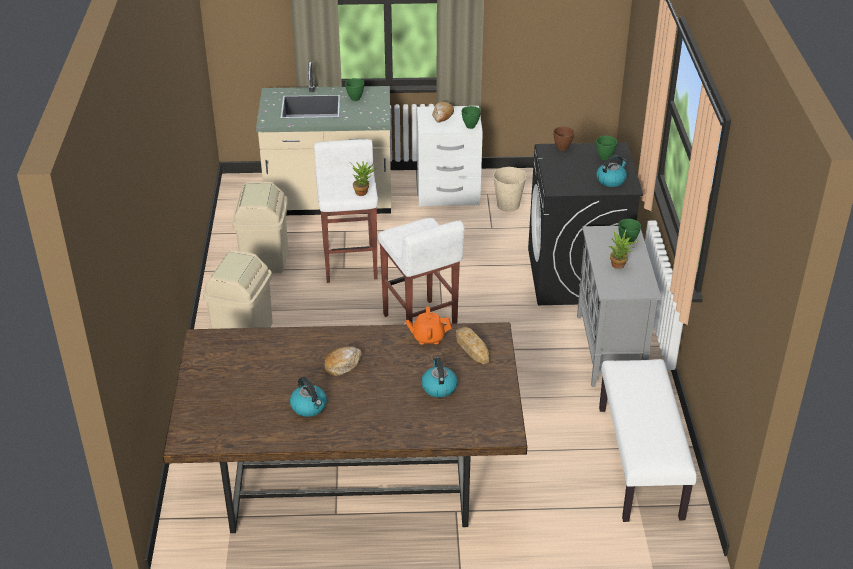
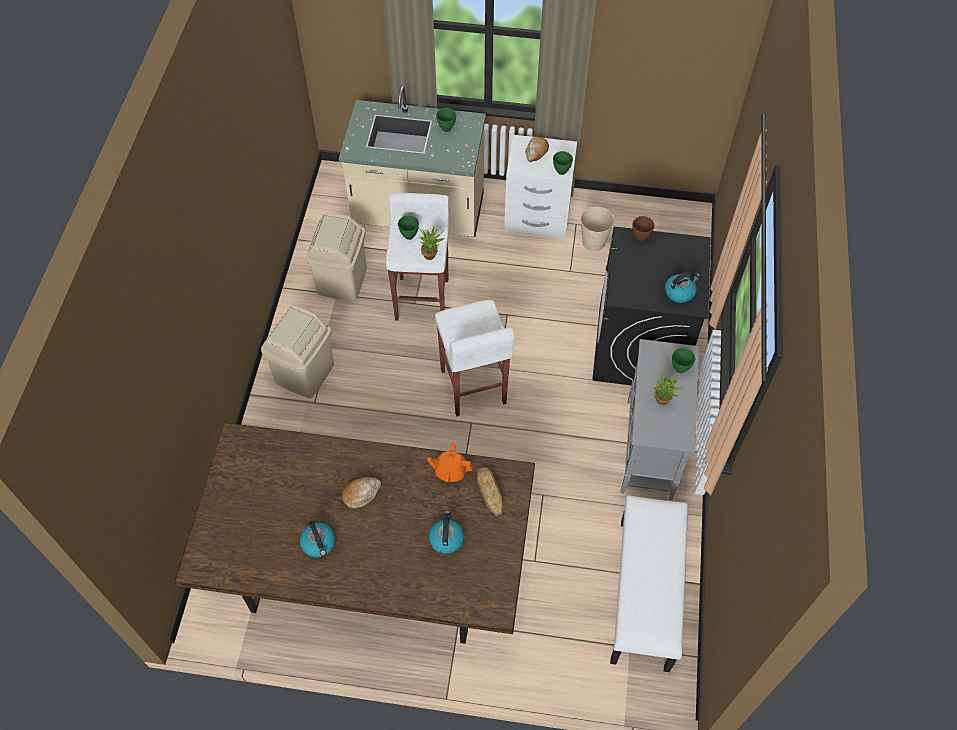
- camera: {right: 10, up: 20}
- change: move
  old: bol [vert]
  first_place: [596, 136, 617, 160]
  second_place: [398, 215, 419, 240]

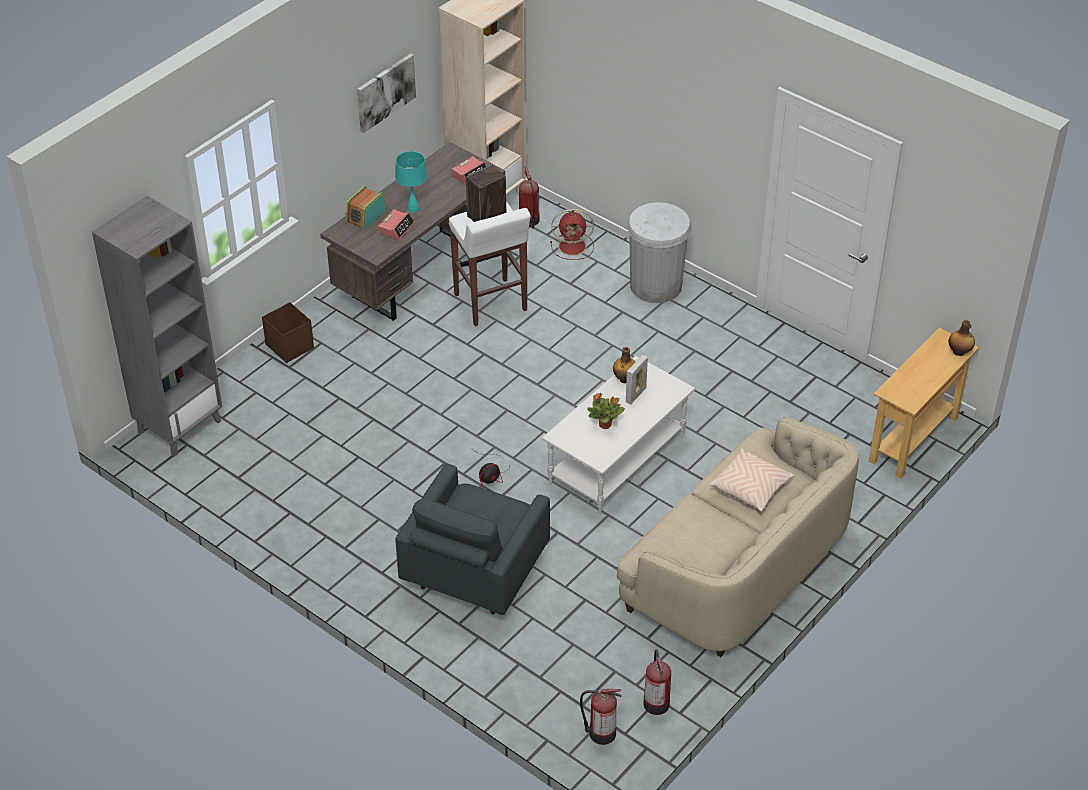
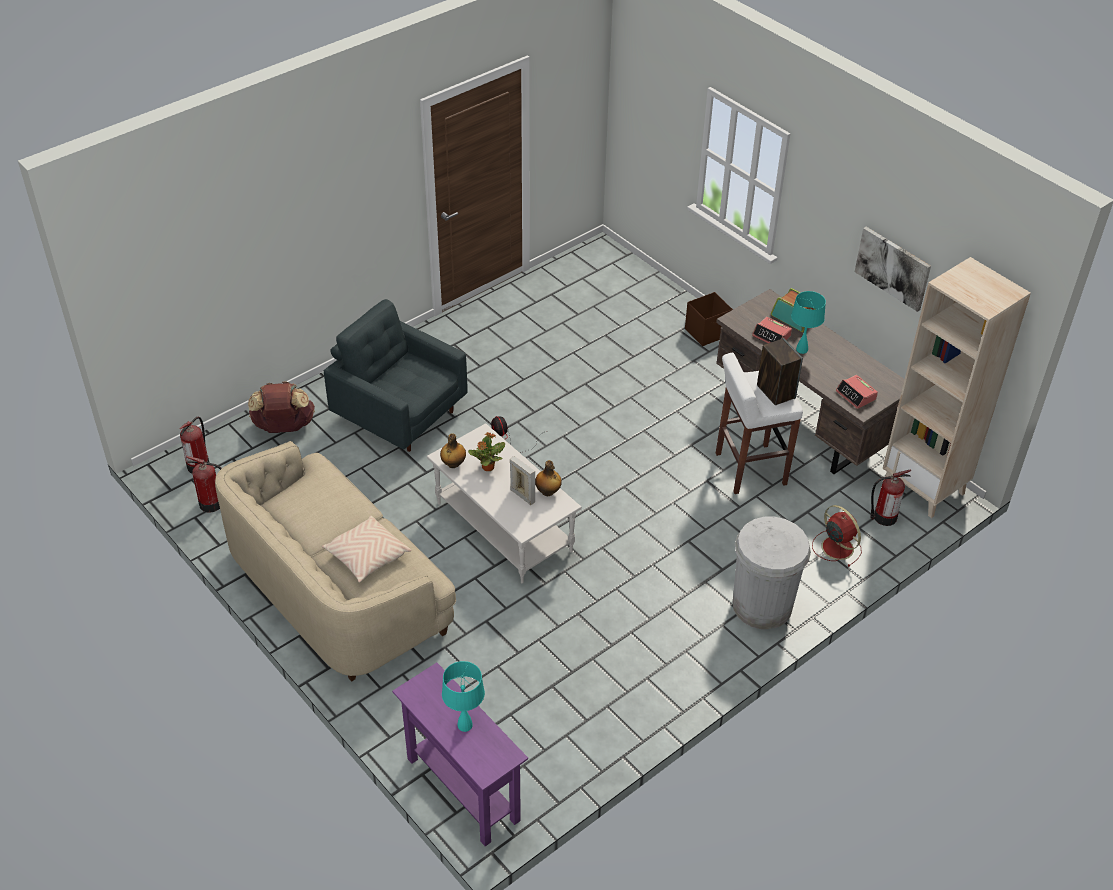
- camera: {right: 100, up: 0}
- change: delete
  old: bibliothèque [gris]
  first_place: [92, 196, 222, 457]
- change: rotate
  old: ventilateur [rouge]
  first_place: [550, 209, 594, 260]
  second_place: [812, 505, 862, 567]
  degrees: 135
- change: move
  old: bouteille
  first_place: [948, 320, 975, 356]
  second_place: [440, 433, 466, 468]
- change: recolor
  old: table console [beige]
  new: table console [violet]
  first_place: [869, 327, 979, 479]
  second_place: [392, 663, 528, 846]
- change: insert
  new: sac à dos [marron]
  second_place: [248, 381, 315, 433]
- change: insert
  new: lampe de table [turquoise]
  second_place: [442, 661, 485, 732]

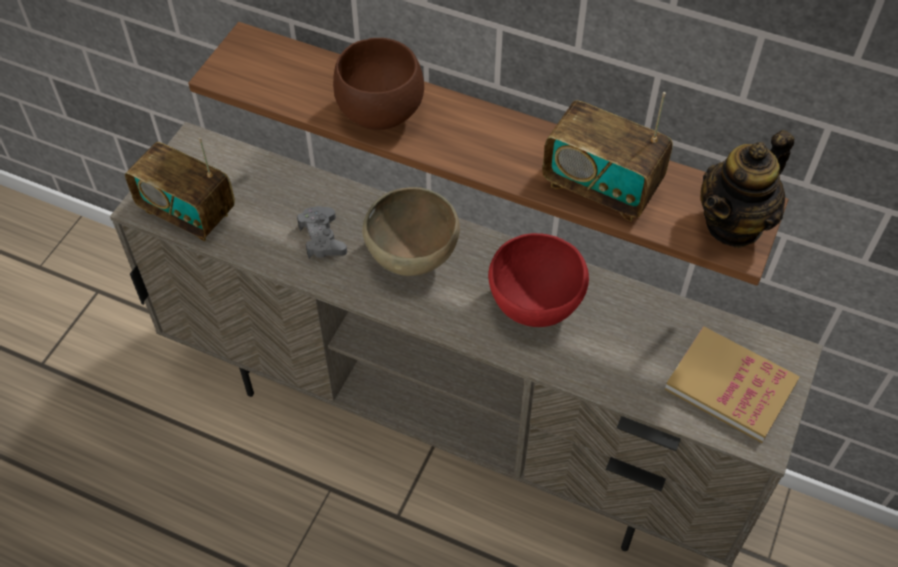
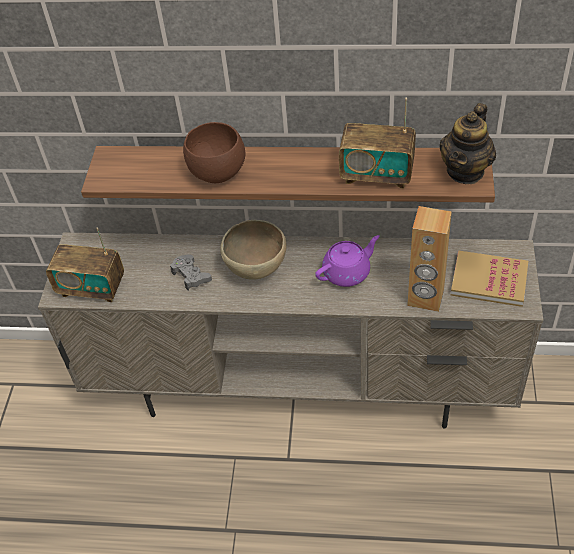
- camera: {right: -15, up: -5}
- change: replace
  old: bol [rouge]
  new: théière [violet]
  first_place: [488, 233, 589, 327]
  second_place: [315, 235, 380, 287]
- change: insert
  new: enceinte [marron]
  second_place: [407, 206, 452, 312]

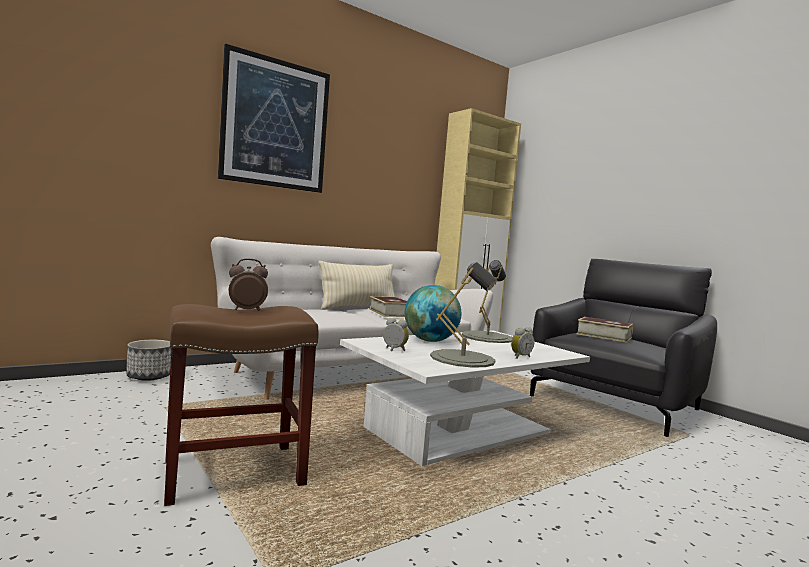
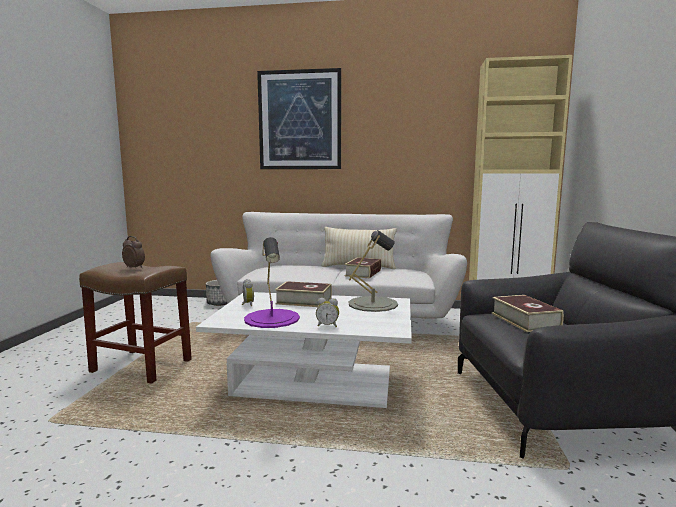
- camera: {right: 45, up: 5}
- change: recolor
  old: lampe de table [gris]
  new: lampe de table [violet]
  first_place: [430, 262, 498, 368]
  second_place: [244, 237, 300, 328]
- change: replace
  old: globe
  new: livre
  first_place: [405, 285, 461, 342]
  second_place: [275, 281, 332, 307]

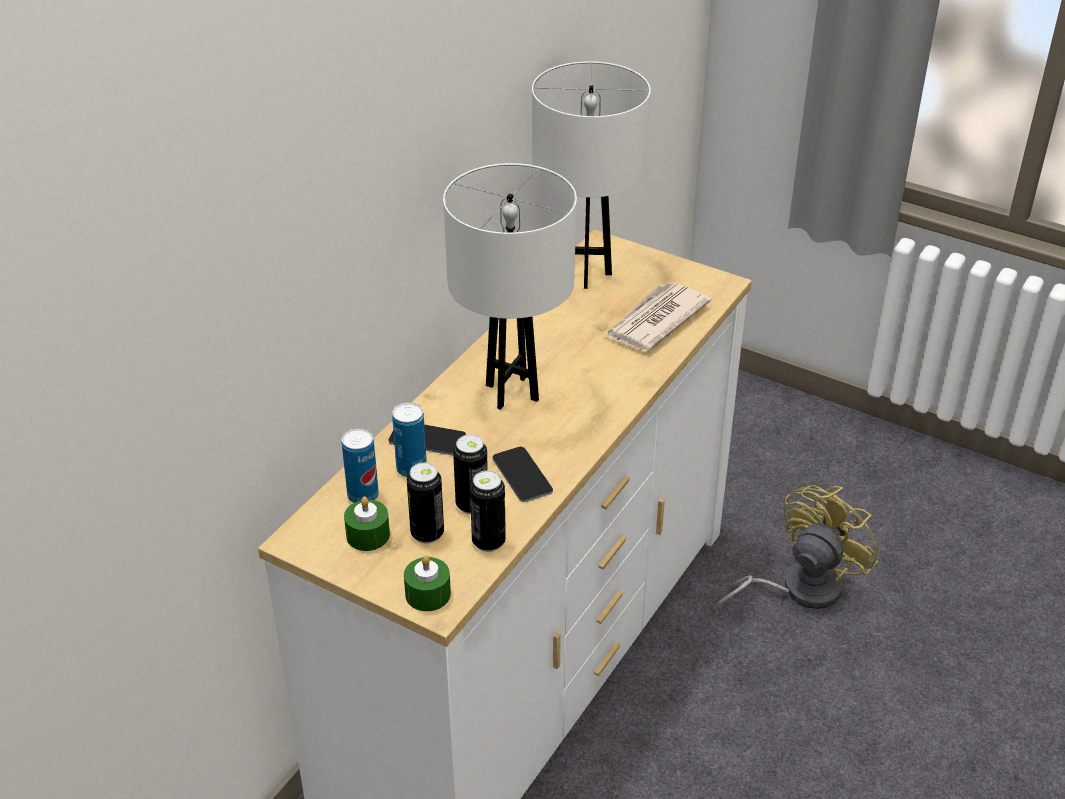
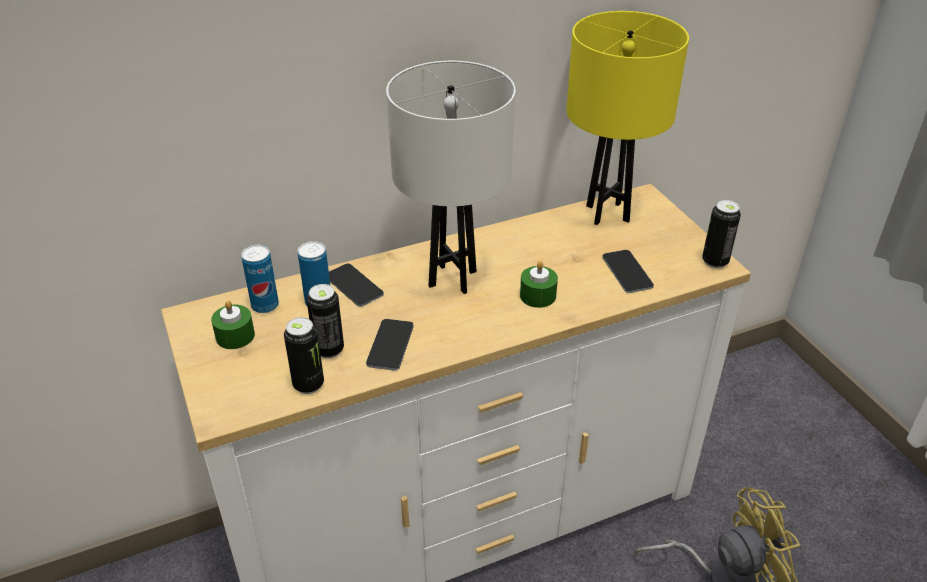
- camera: {right: 35, up: 0}
- change: recolor
  old: lampe de table [blanc]
  new: lampe de table [jaune]
  first_place: [532, 61, 651, 289]
  second_place: [567, 11, 689, 225]
- change: replace
  old: journal
  new: téléphone
  first_place: [605, 282, 711, 351]
  second_place: [602, 250, 654, 293]
- change: move
  old: boîte métallique
  first_place: [407, 463, 444, 544]
  second_place: [702, 200, 741, 268]
- change: move
  old: bougie [vert]
  first_place: [404, 555, 451, 611]
  second_place: [520, 261, 558, 308]

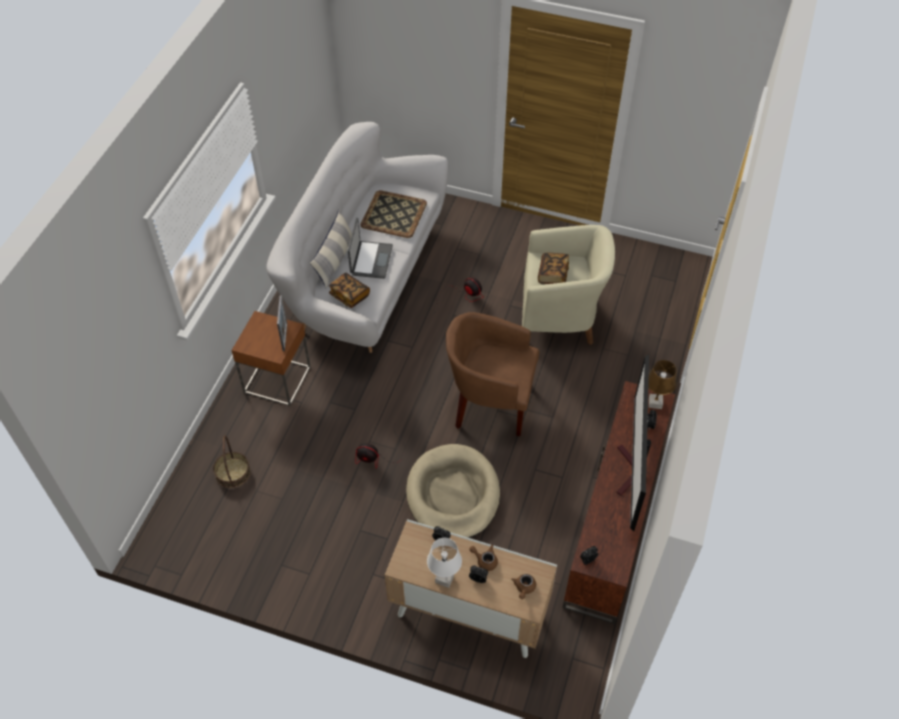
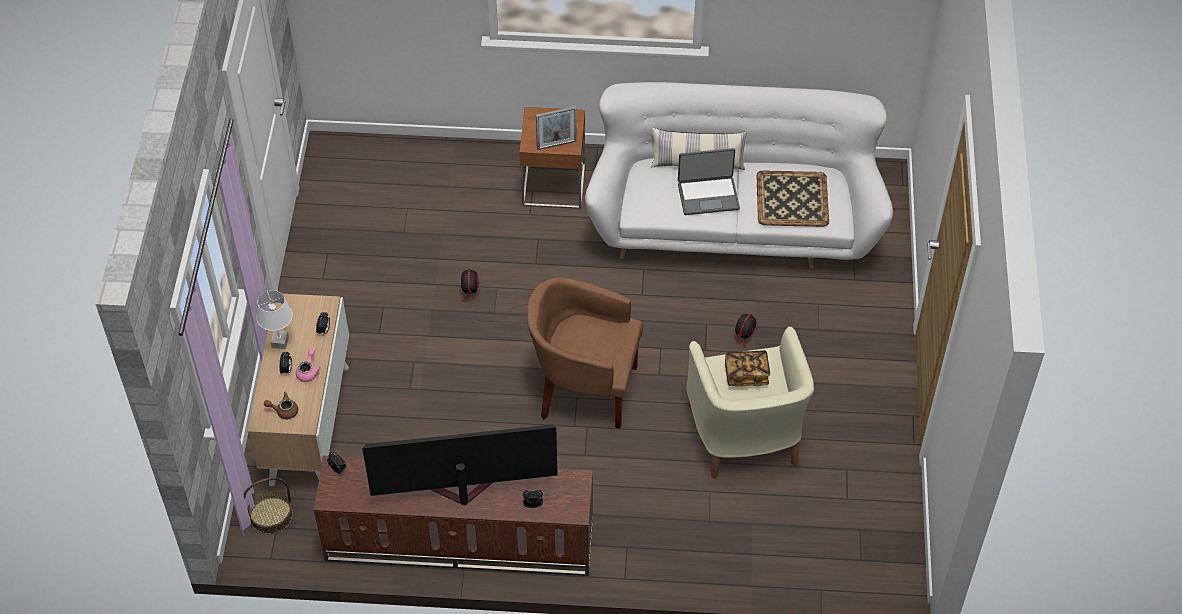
- camera: {right: 75, up: 0}
- change: delete
  old: livre
  first_place: [329, 273, 370, 308]
- change: rotate
  old: fauteuil [marron]
  first_place: [446, 312, 539, 436]
  second_place: [527, 277, 644, 429]
  degrees: -75
- change: delete
  old: lampe de table [marron]
  first_place: [648, 360, 677, 409]
- change: move
  old: panier
  first_place: [213, 435, 251, 488]
  second_place: [243, 477, 293, 534]
- change: delete
  old: panier pour chien [beige]
  first_place: [406, 444, 500, 538]
- change: recolor
  old: théière [marron]
  new: théière [rose]
  first_place: [469, 545, 498, 571]
  second_place: [296, 349, 321, 382]

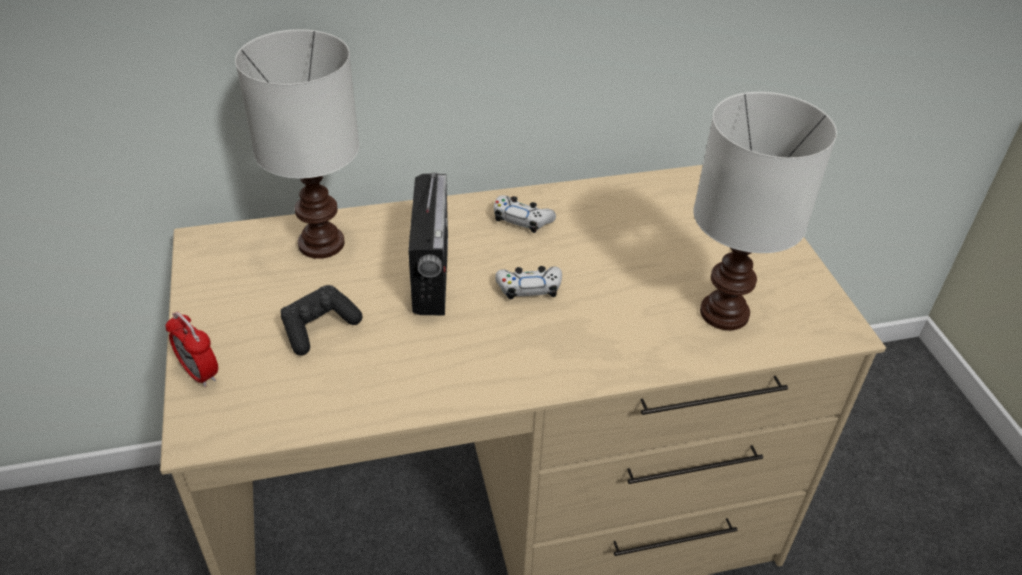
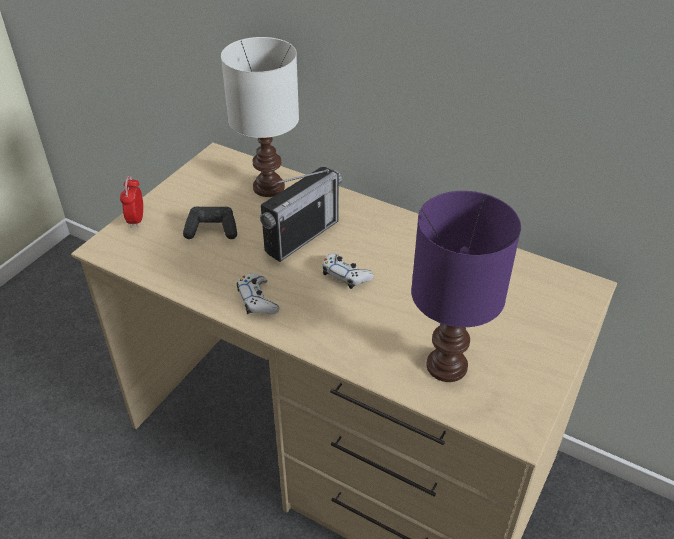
- camera: {right: 45, up: 0}
- change: recolor
  old: lampe de table [blanc]
  new: lampe de table [violet]
  first_place: [693, 92, 837, 330]
  second_place: [411, 191, 521, 382]
- change: move
  old: manette [blanc]
  first_place: [494, 195, 556, 233]
  second_place: [237, 273, 279, 314]

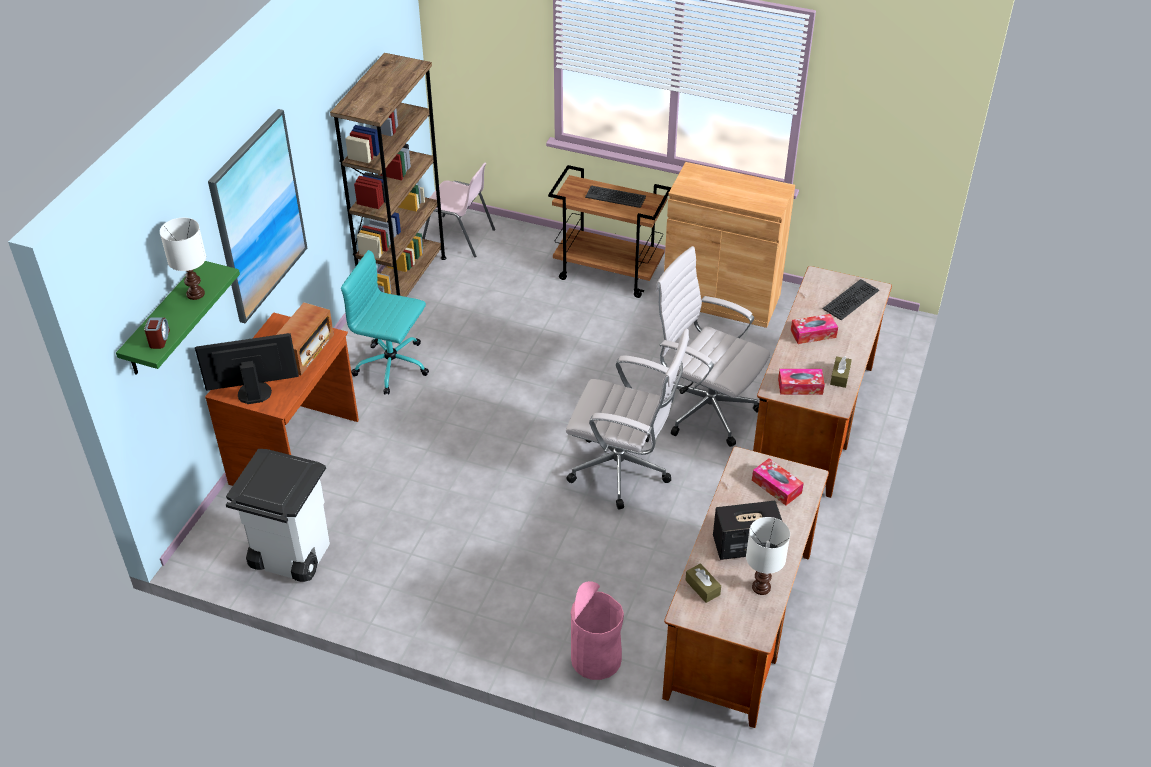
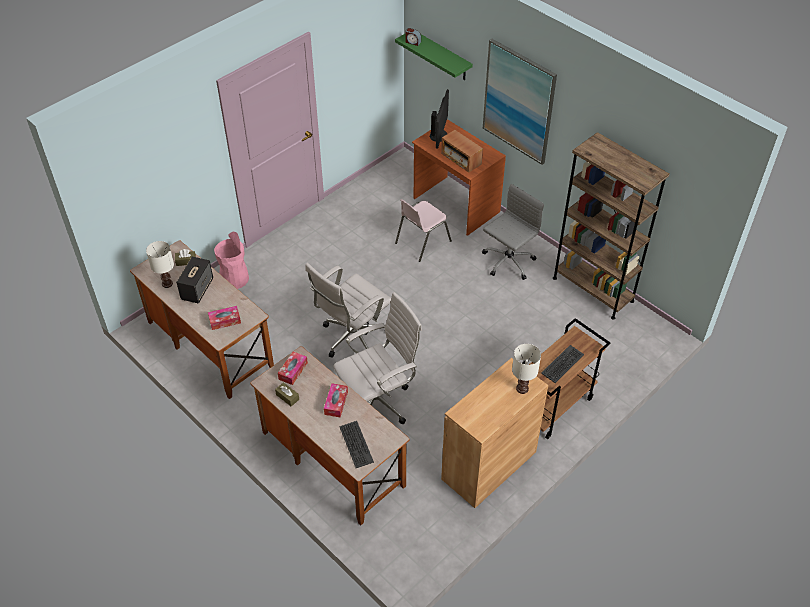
- camera: {right: 115, up: 5}
- change: move
  old: chaise [rose]
  first_place: [422, 163, 495, 257]
  second_place: [395, 199, 452, 262]
- change: move
  old: lampe de table [blanc]
  first_place: [160, 218, 206, 300]
  second_place: [512, 344, 541, 394]
- change: recolor
  old: chaise de bureau [turquoise]
  new: chaise de bureau [gris]
  first_place: [341, 250, 429, 395]
  second_place: [482, 184, 544, 280]
- change: delete
  old: poubelle [blanc]
  first_place: [226, 449, 330, 582]

